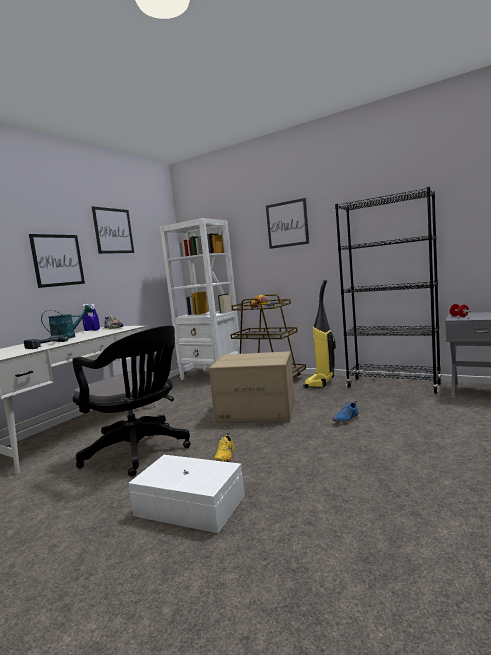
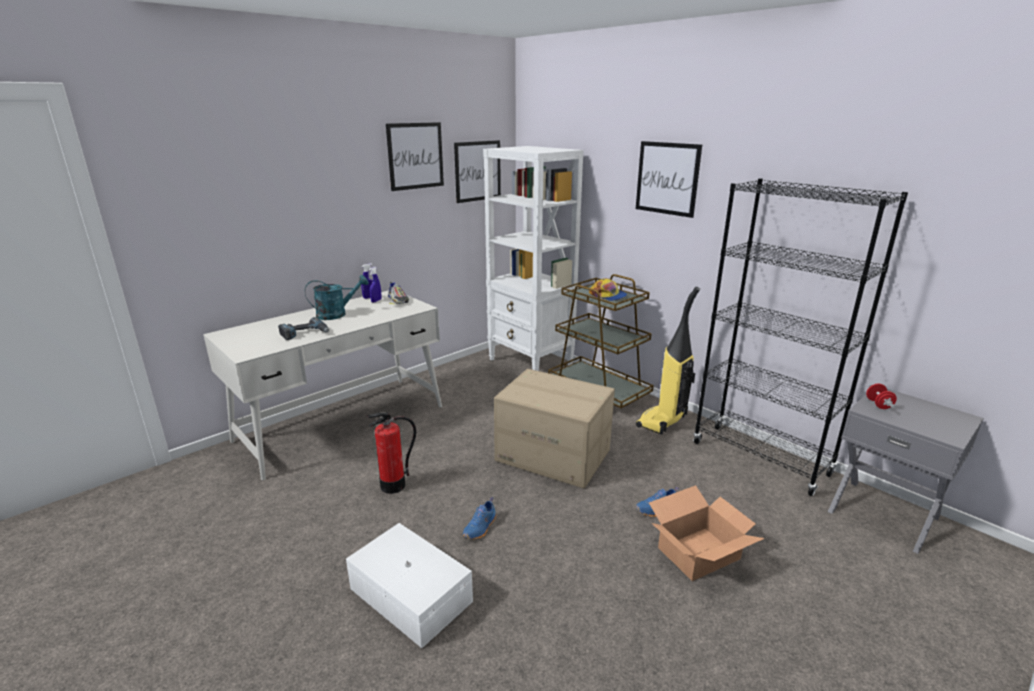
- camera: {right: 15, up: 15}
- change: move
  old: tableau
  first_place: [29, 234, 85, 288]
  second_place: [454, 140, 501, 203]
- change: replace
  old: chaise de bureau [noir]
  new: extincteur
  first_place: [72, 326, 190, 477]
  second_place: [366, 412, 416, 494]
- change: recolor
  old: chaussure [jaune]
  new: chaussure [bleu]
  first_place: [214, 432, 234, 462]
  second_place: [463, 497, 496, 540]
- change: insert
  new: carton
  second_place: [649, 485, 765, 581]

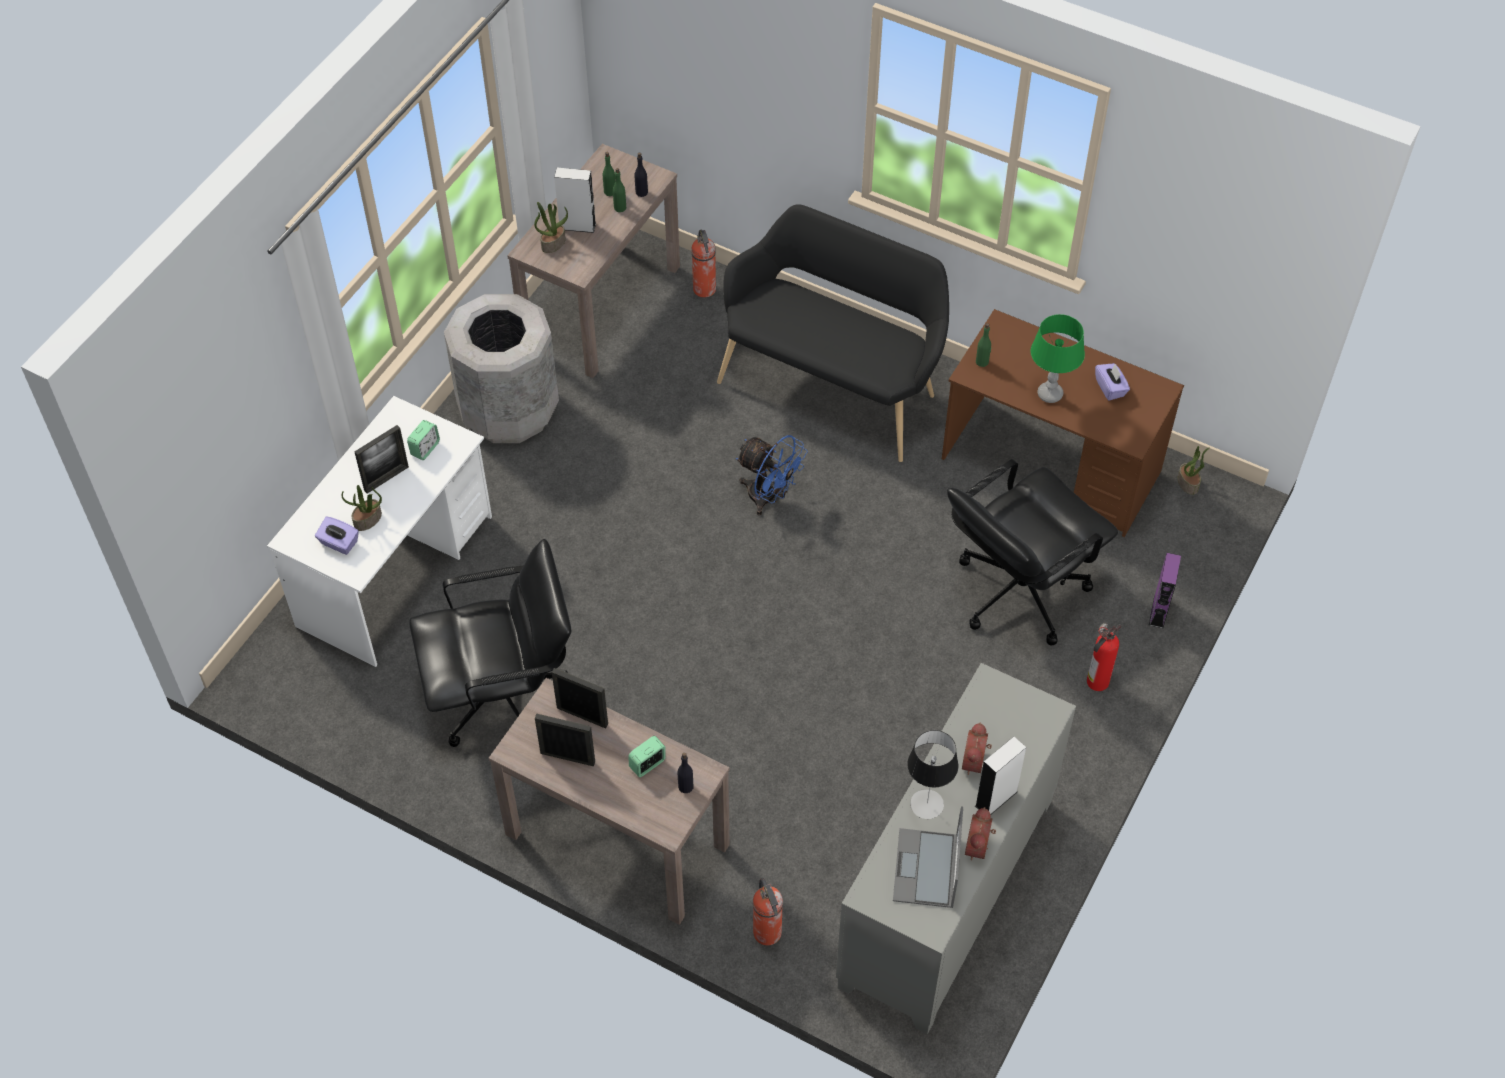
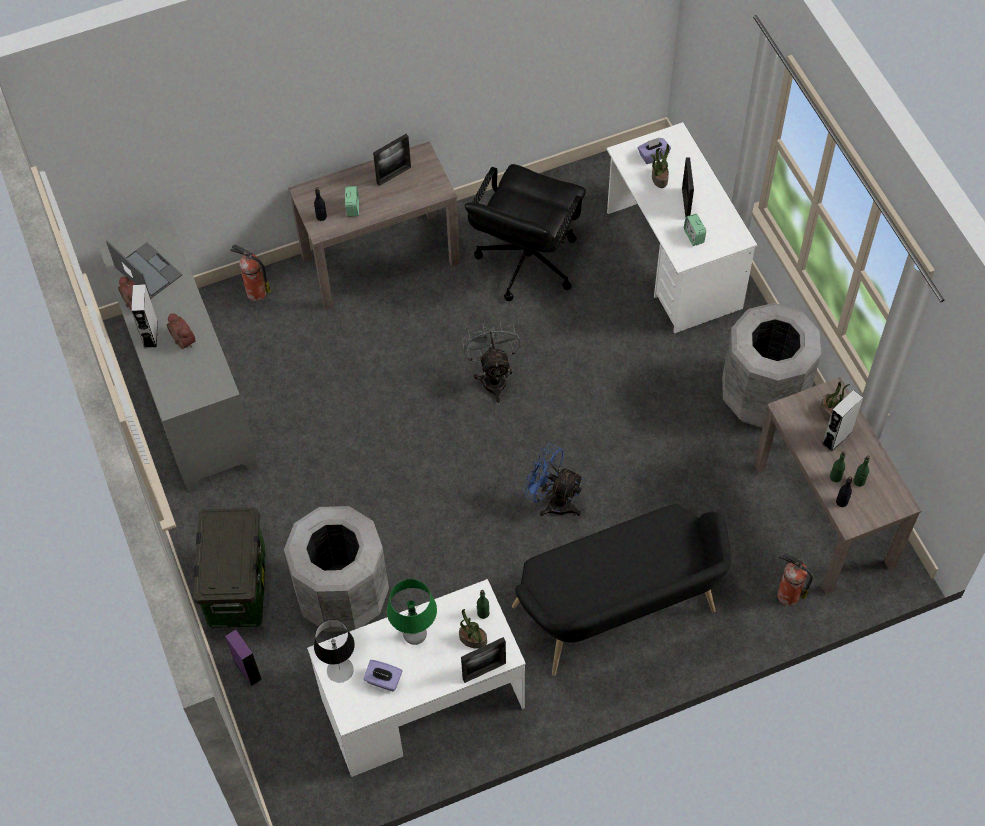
- camera: {right: 130, up: 5}
- change: recolor
  old: bureau [marron]
  new: bureau [blanc]
  first_place: [942, 309, 1184, 537]
  second_place: [307, 579, 526, 777]
- change: rotate
  old: ventilateur [bleu]
  first_place: [736, 435, 808, 515]
  second_place: [523, 443, 584, 517]
  degrees: 45
- change: move
  old: plante en pot
  first_place: [1177, 446, 1210, 495]
  second_place: [459, 609, 487, 649]
- change: replace
  old: chaise de bureau [noir]
  new: poubelle [gris]
  first_place: [947, 459, 1118, 646]
  second_place: [284, 506, 389, 632]
- change: replace
  old: extincteur
  new: boîte de rangement
  first_place: [1087, 623, 1122, 691]
  second_place: [193, 508, 266, 628]
- change: move
  old: cadre photo
  first_place: [552, 668, 608, 728]
  second_place: [461, 637, 506, 683]
- change: move
  old: lampe de table
  first_place: [907, 730, 958, 819]
  second_place: [314, 619, 355, 683]
- change: insert
  new: ventilateur [gris]
  second_place: [462, 321, 520, 403]

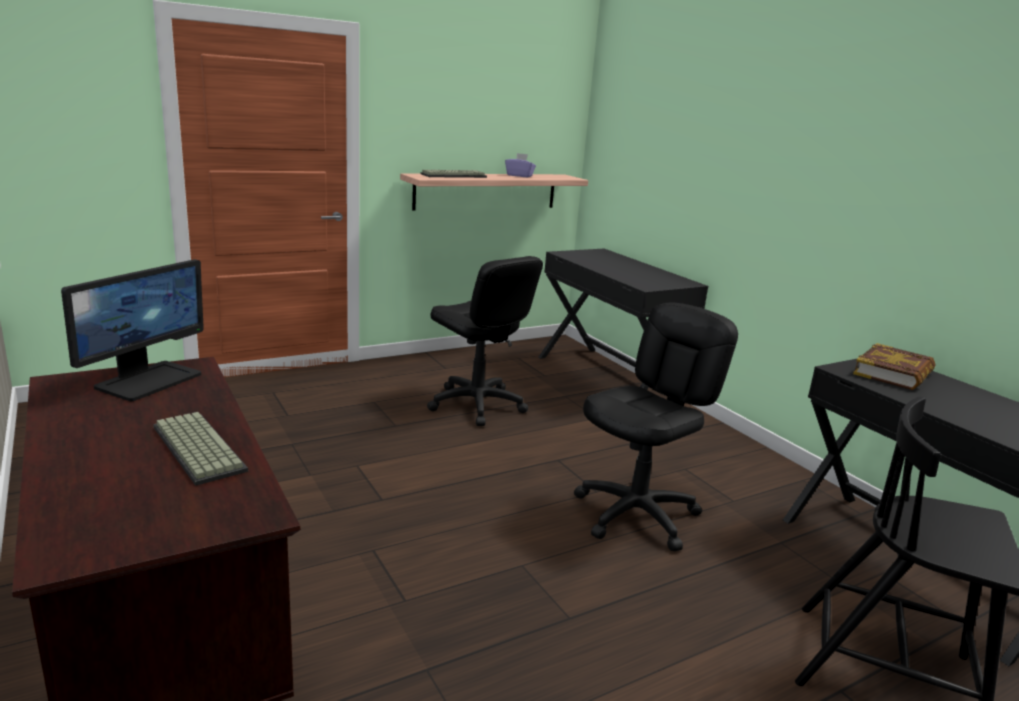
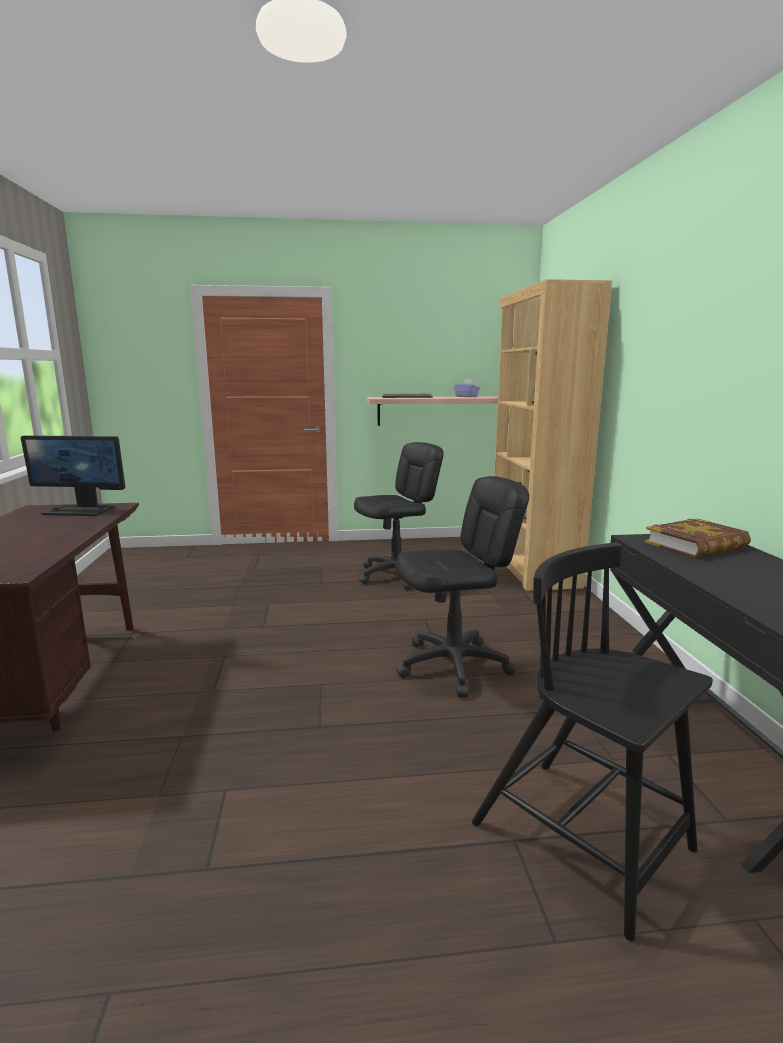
- camera: {right: 25, up: -5}
- change: replace
  old: bureau [noir]
  new: bibliothèque [marron]
  first_place: [538, 249, 708, 390]
  second_place: [494, 279, 612, 591]
- change: rotate
  old: chaise de bureau [noir]
  first_place: [427, 256, 543, 426]
  second_place: [354, 442, 444, 590]
  degrees: -105
- change: rotate
  old: écran d'ordinateur
  first_place: [61, 259, 204, 401]
  second_place: [21, 435, 125, 516]
  degrees: 45
- change: delete
  old: clavier
  first_place: [153, 412, 248, 486]

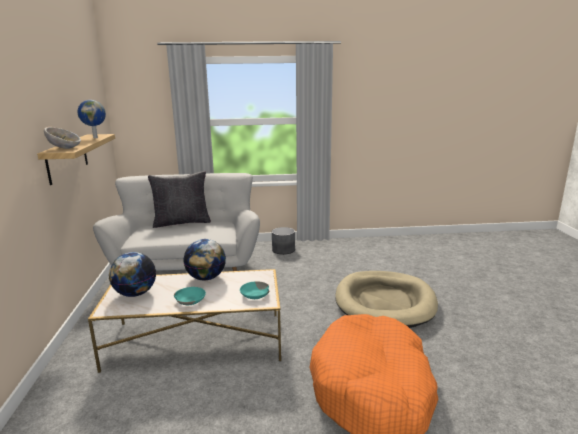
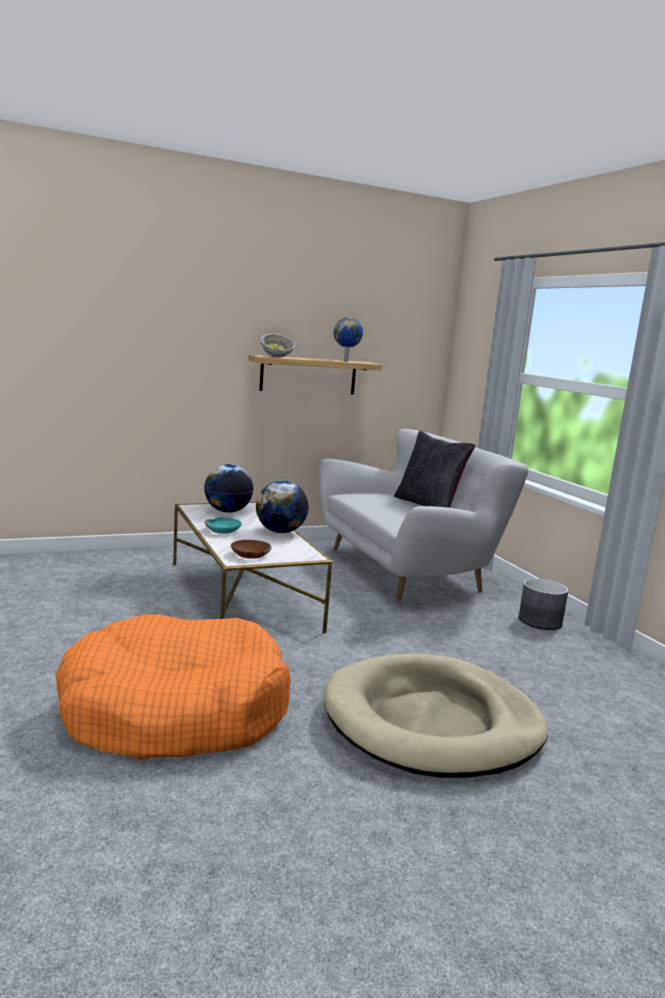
- camera: {right: 70, up: -5}
- change: recolor
  old: bol [turquoise]
  new: bol [marron]
  first_place: [240, 281, 269, 299]
  second_place: [231, 540, 272, 559]

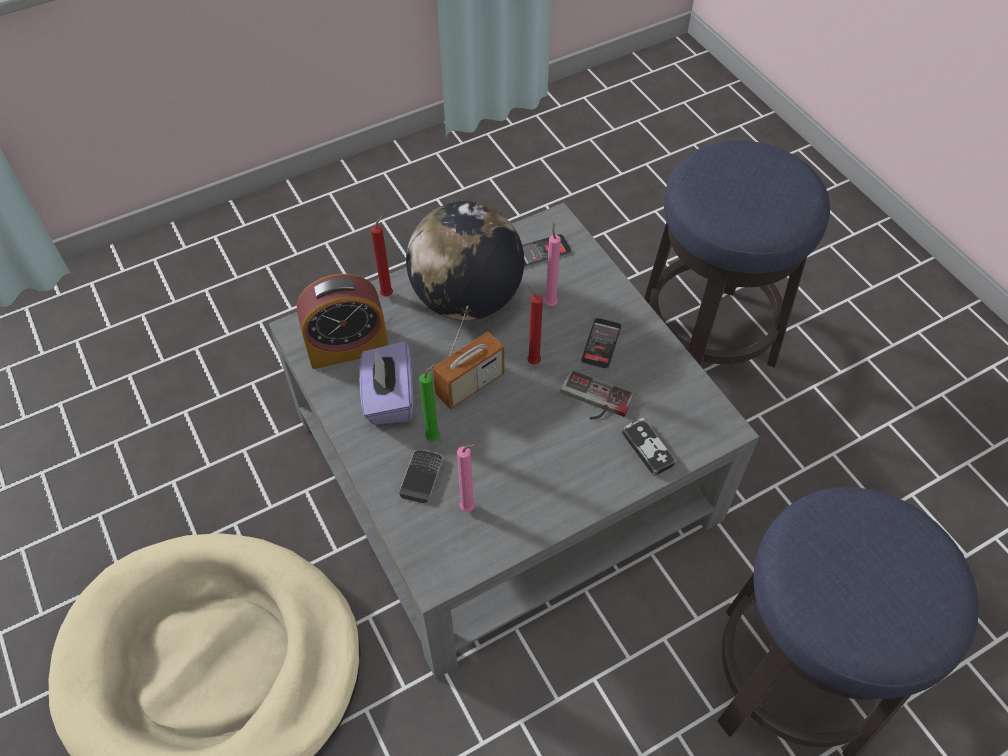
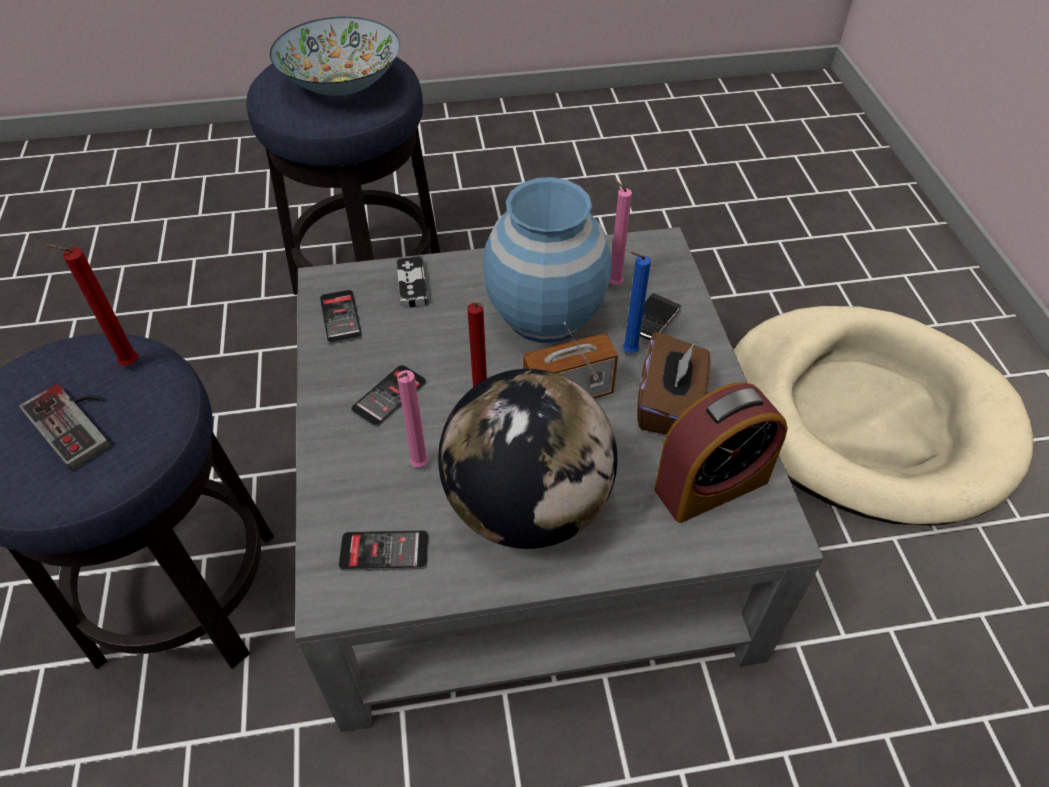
- camera: {right: -160, up: -5}
- change: move
  old: bougie [rouge]
  first_place: [371, 214, 393, 296]
  second_place: [44, 244, 138, 366]
- change: rotate
  old: réveil
  first_place: [297, 274, 388, 369]
  second_place: [654, 382, 787, 523]
  degrees: 150
- change: recolor
  old: boîte à mouchoirs [violet]
  new: boîte à mouchoirs [marron]
  first_place: [360, 341, 413, 425]
  second_place: [637, 332, 711, 434]
- change: recolor
  old: bougie [vert]
  new: bougie [bleu]
  first_place: [419, 363, 440, 441]
  second_place: [623, 251, 651, 353]
- change: move
  old: manette
  first_place: [560, 369, 635, 419]
  second_place: [19, 384, 110, 471]
- change: insert
  new: bol
  second_place: [270, 17, 400, 96]
- change: insert
  new: vase [bleu]
  second_place: [483, 177, 612, 343]
- change: insert
  new: téléphone
  second_place: [320, 290, 362, 344]

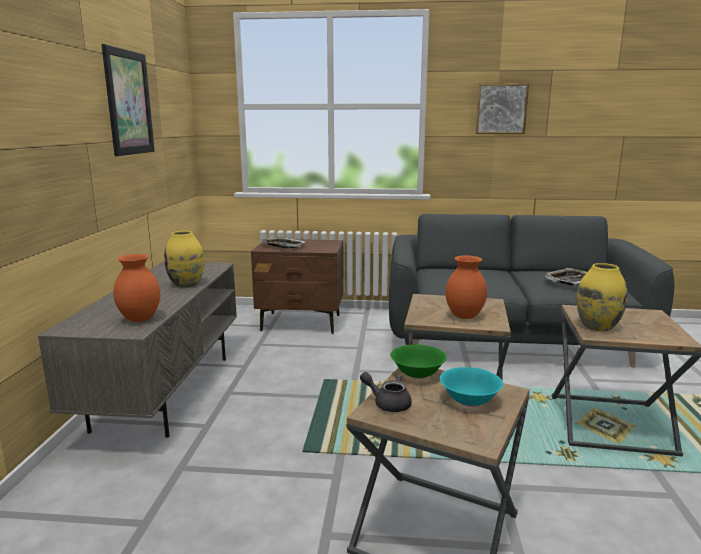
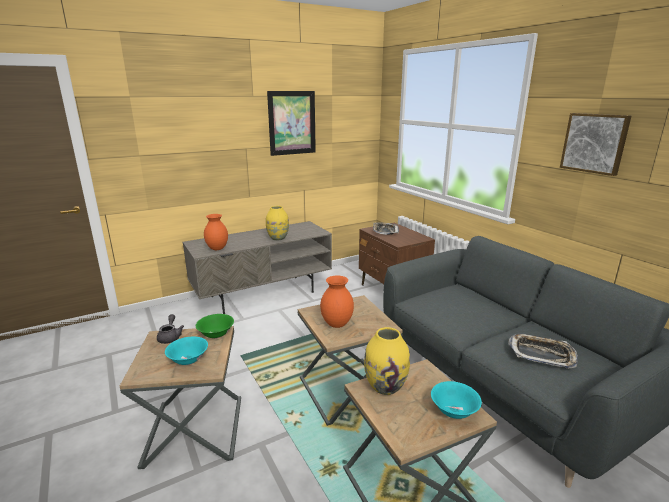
- camera: {right: 55, up: 5}
- change: insert
  new: bol [turquoise]
  second_place: [431, 381, 482, 419]

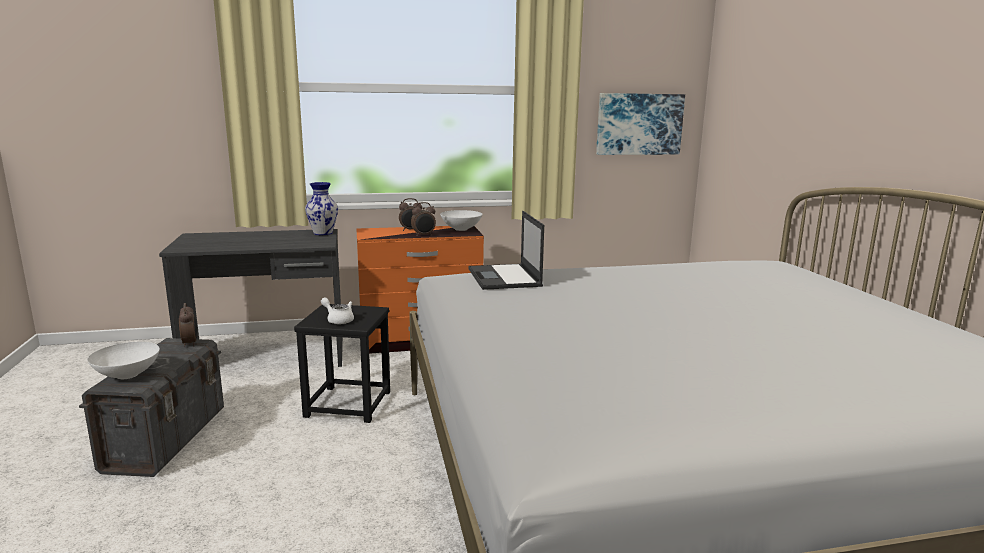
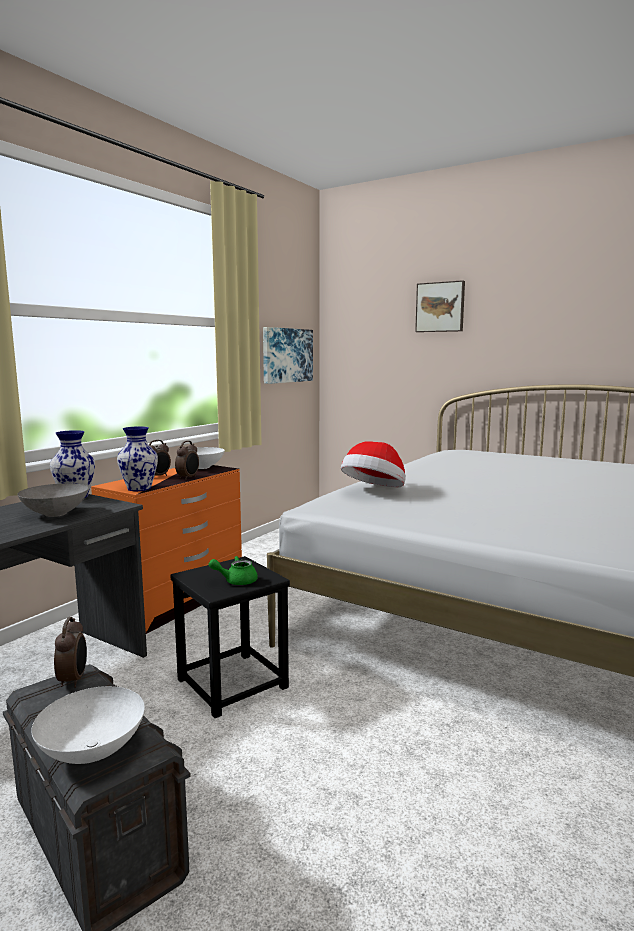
- camera: {right: -45, up: -5}
- change: replace
  old: ordinateur portable
  new: chapeau
  first_place: [469, 211, 544, 290]
  second_place: [341, 441, 406, 487]
- change: recolor
  old: théière [blanc]
  new: théière [vert]
  first_place: [321, 298, 354, 324]
  second_place: [209, 556, 258, 585]
- change: rotate
  old: réveil
  first_place: [179, 303, 197, 347]
  second_place: [54, 617, 87, 688]
  degrees: 60
- change: insert
  new: tableau
  second_place: [415, 280, 465, 332]
- change: insert
  new: vase
  second_place: [117, 426, 158, 491]
- change: insert
  new: bol [gris]
  second_place: [17, 483, 89, 517]

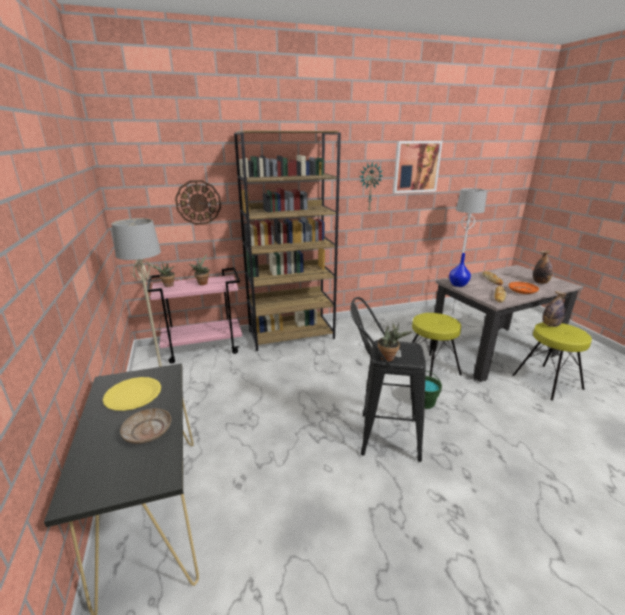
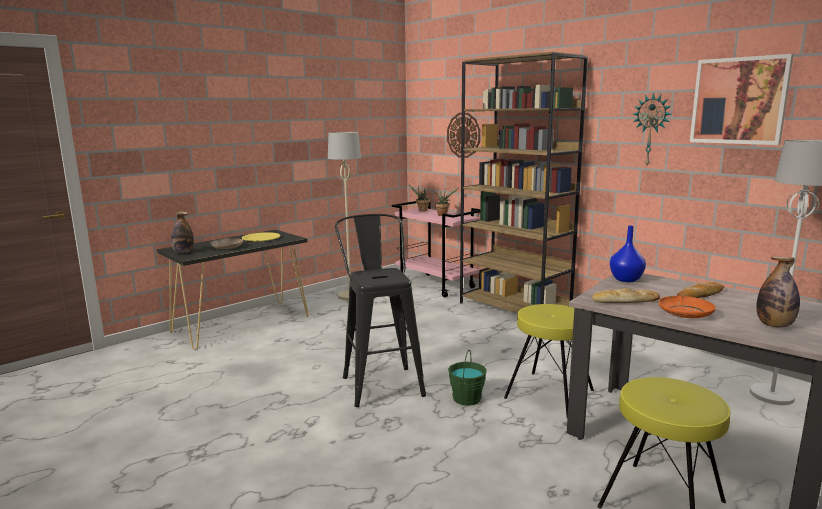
- camera: {right: 65, up: -10}
- change: move
  old: bouteille
  first_place: [543, 291, 566, 327]
  second_place: [171, 211, 194, 253]
- change: delete
  old: plante en pot
  first_place: [378, 323, 413, 362]

